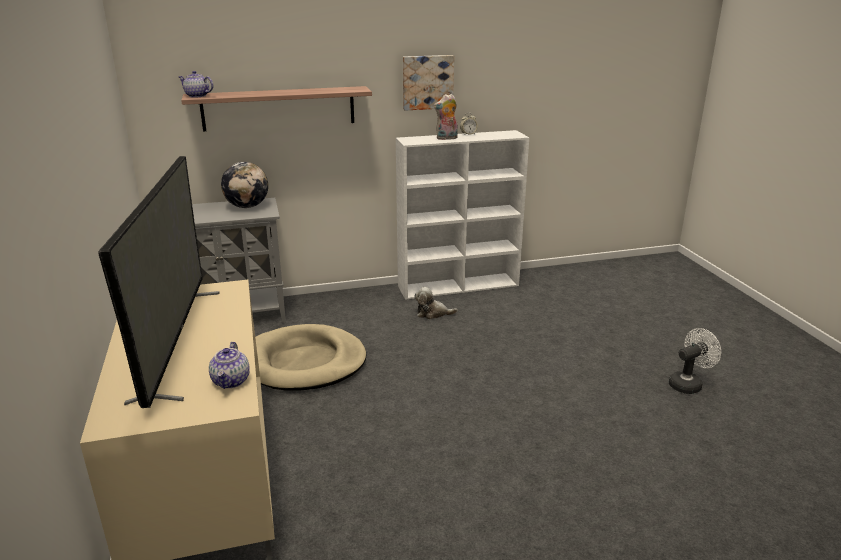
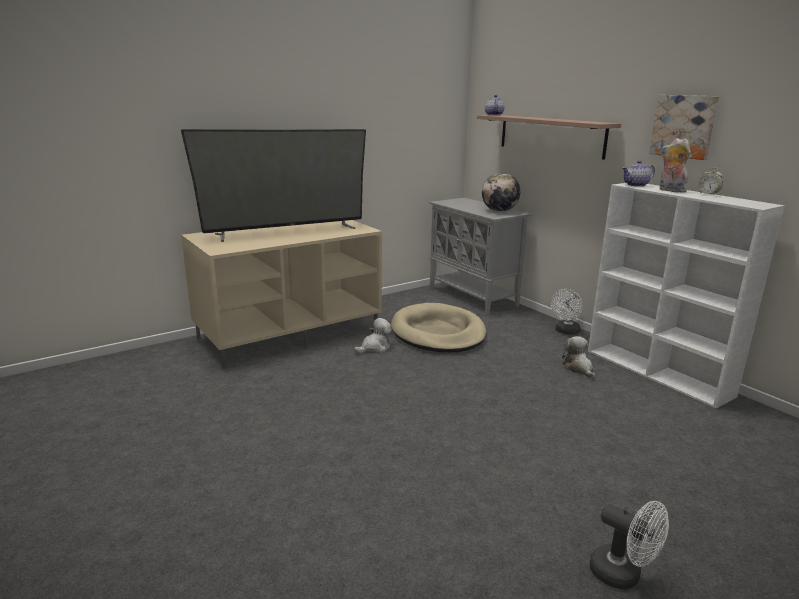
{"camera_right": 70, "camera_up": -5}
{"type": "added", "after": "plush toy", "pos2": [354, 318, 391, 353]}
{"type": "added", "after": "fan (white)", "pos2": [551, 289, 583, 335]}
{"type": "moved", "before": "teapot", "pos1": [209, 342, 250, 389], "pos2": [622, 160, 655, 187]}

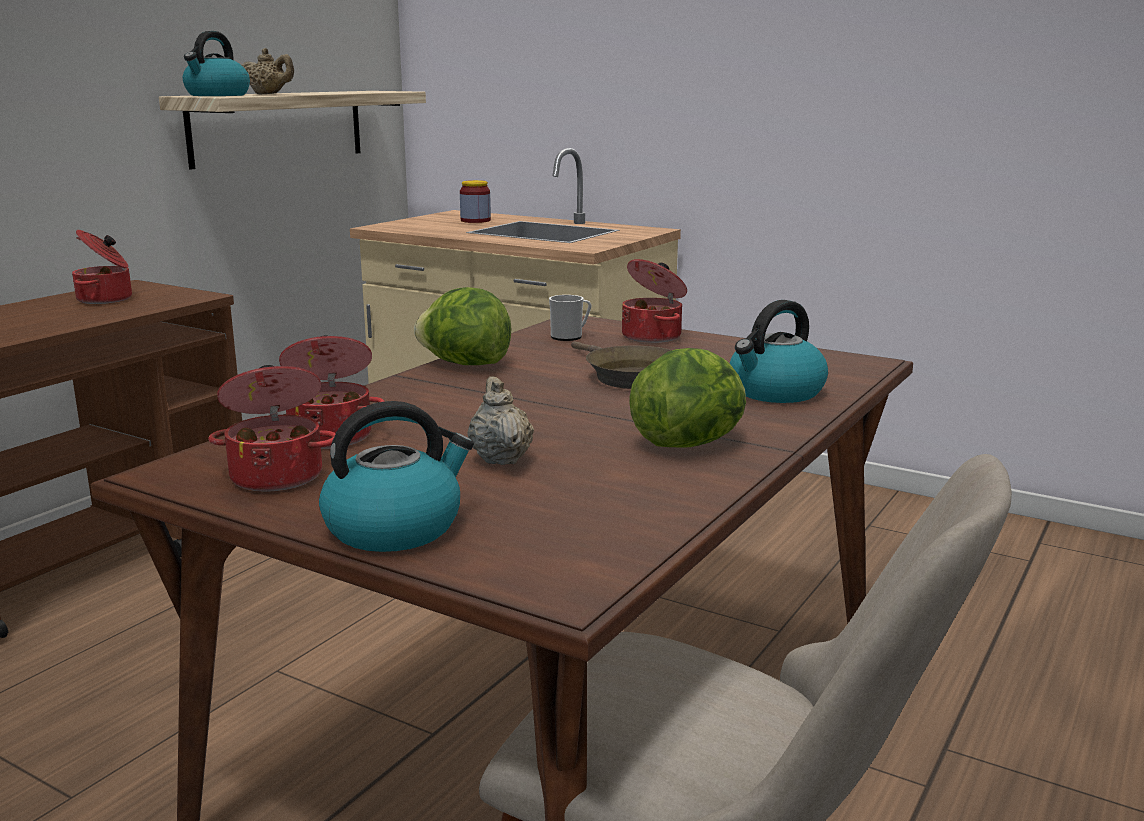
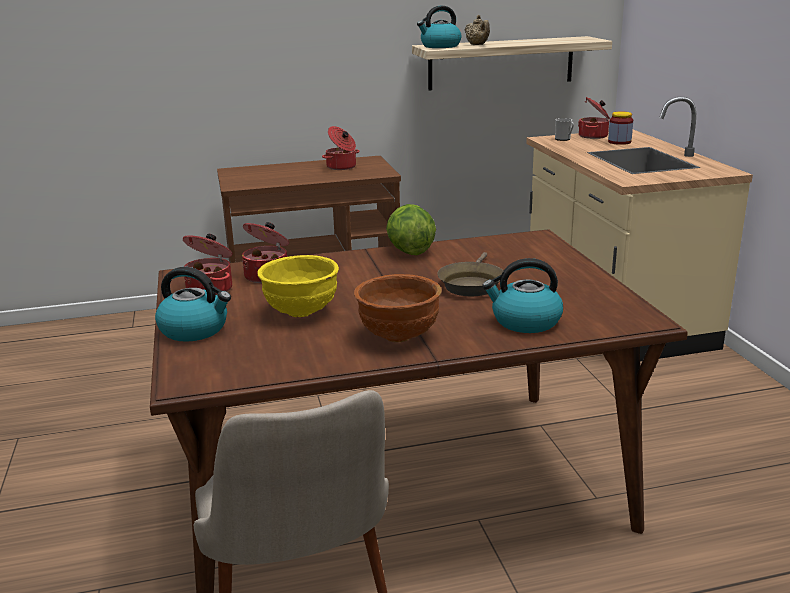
{"camera_right": 45, "camera_up": 5}
{"type": "moved", "before": "mug", "pos1": [549, 295, 591, 341], "pos2": [555, 118, 574, 141]}
{"type": "moved", "before": "cooking pot", "pos1": [622, 259, 687, 343], "pos2": [578, 97, 610, 139]}
{"type": "replaced", "before": "teapot (beige)", "after": "bowl (yellow)", "pos1": [467, 377, 534, 465], "pos2": [257, 255, 339, 317]}
{"type": "replaced", "before": "lettuce", "after": "bowl (brown)", "pos1": [629, 348, 746, 447], "pos2": [354, 274, 442, 342]}

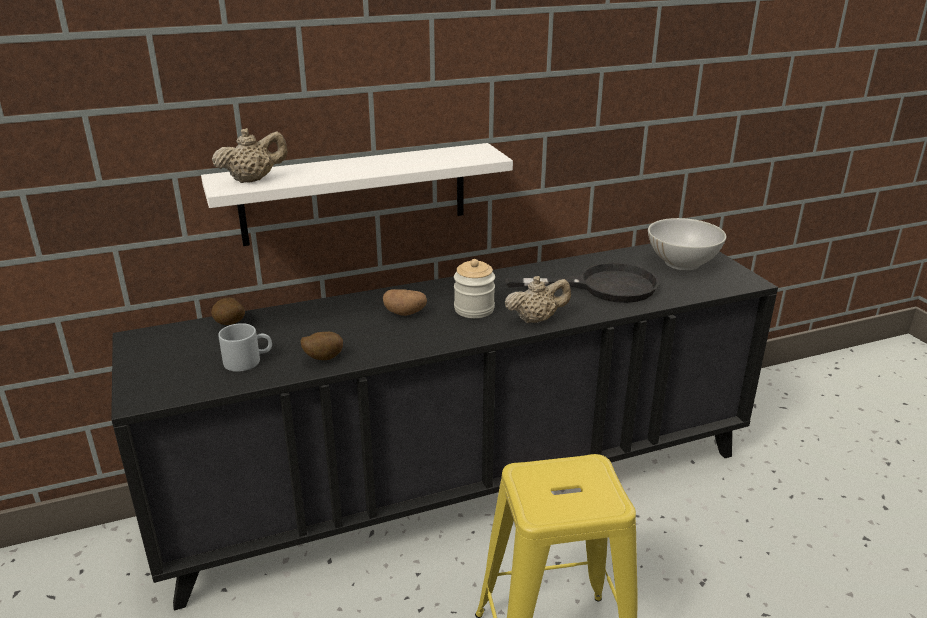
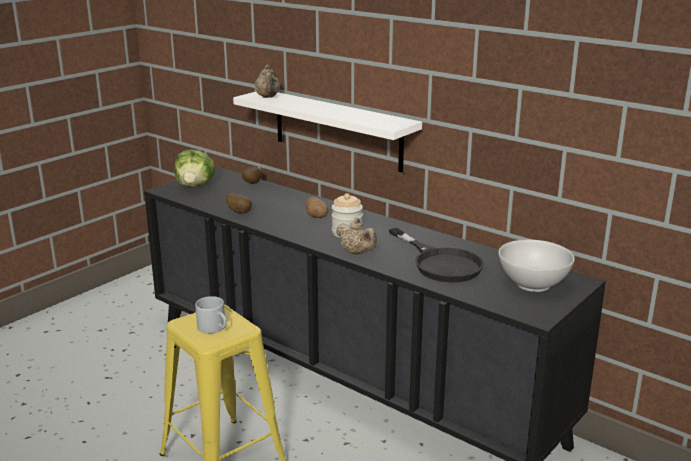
{"camera_right": 60, "camera_up": -5}
{"type": "added", "after": "lettuce", "pos2": [174, 149, 215, 188]}
{"type": "moved", "before": "mug (grey)", "pos1": [218, 323, 272, 372], "pos2": [195, 296, 227, 334]}
{"type": "turned", "before": "teapot (beige)", "pos1": [212, 128, 287, 183], "pos2": [254, 65, 280, 98], "turn": 45}

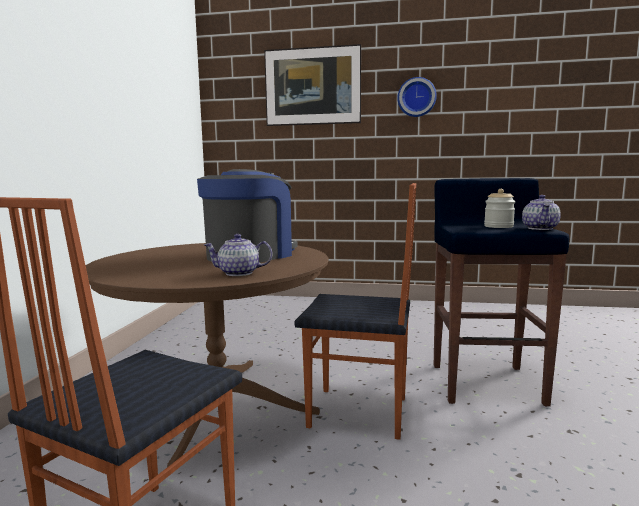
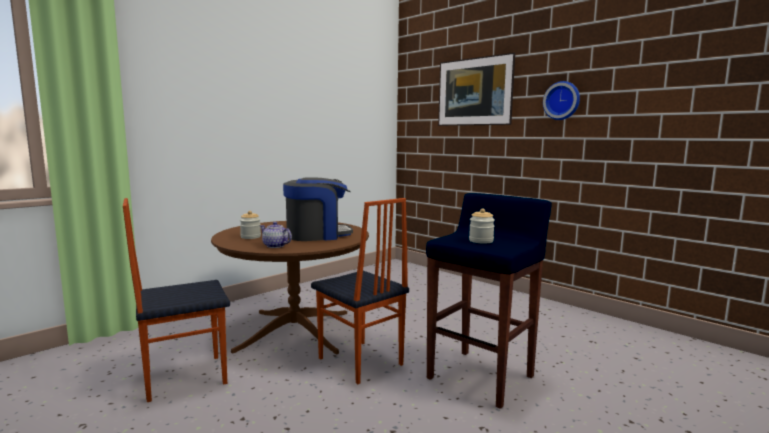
{"camera_right": 35, "camera_up": 0}
{"type": "removed", "before": "teapot", "pos1": [522, 195, 561, 230]}
{"type": "added", "after": "jar", "pos2": [240, 211, 261, 239]}

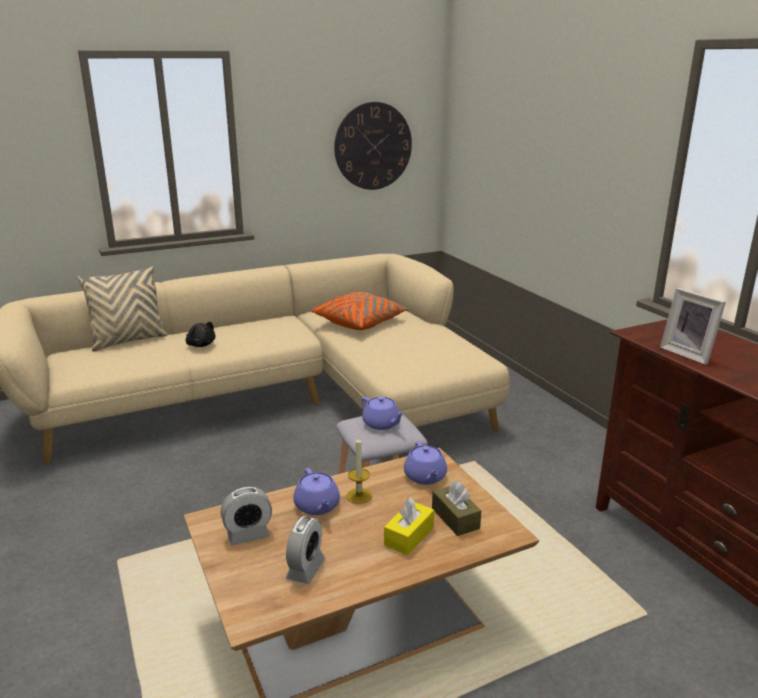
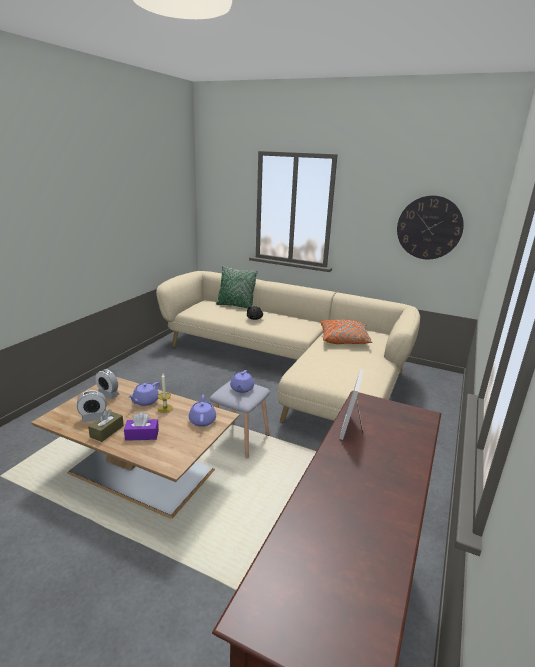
{"camera_right": 50, "camera_up": 0}
{"type": "moved", "before": "tissue box (brown)", "pos1": [432, 480, 481, 536], "pos2": [88, 409, 124, 442]}
{"type": "recoloured", "before": "pillow (beige)", "after": "pillow (green)", "pos1": [78, 266, 168, 352], "pos2": [216, 266, 258, 309]}
{"type": "recoloured", "before": "tissue box (yellow)", "after": "tissue box (purple)", "pos1": [384, 498, 434, 556], "pos2": [124, 412, 159, 441]}
{"type": "turned", "before": "teapot (purple)", "pos1": [404, 441, 447, 485], "pos2": [189, 394, 216, 427], "turn": 135}

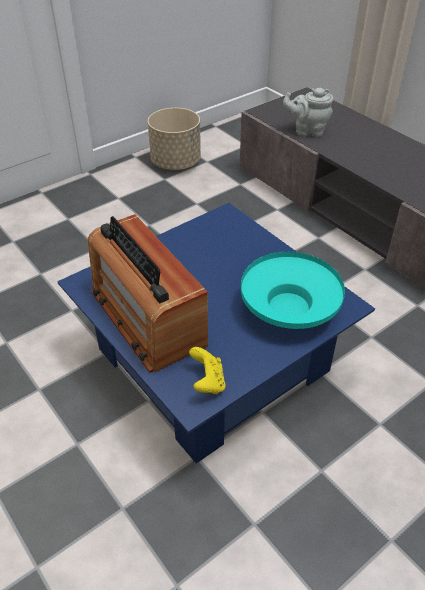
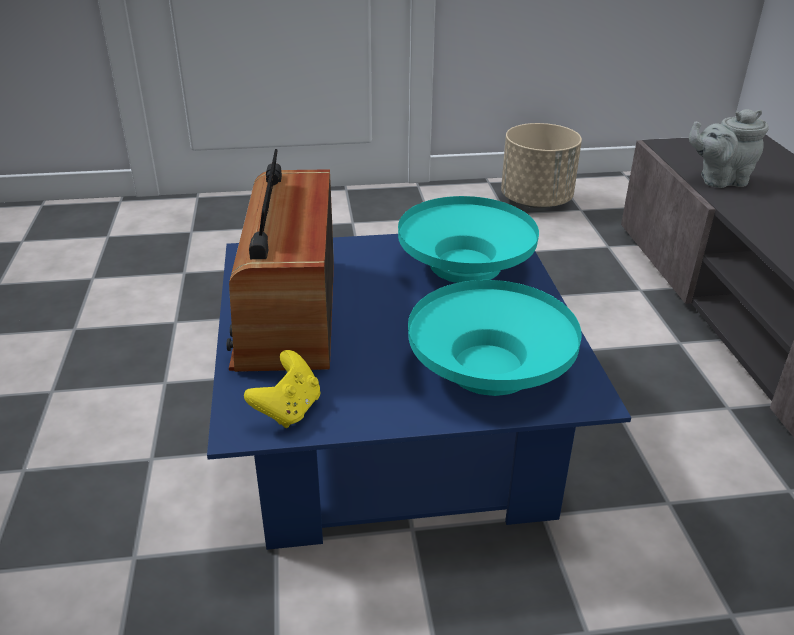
{"camera_right": 30, "camera_up": -10}
{"type": "added", "after": "bowl (turquoise)", "pos2": [398, 196, 539, 283]}
{"type": "turned", "before": "teapot (grey)", "pos1": [283, 88, 333, 137], "pos2": [689, 109, 769, 188], "turn": -45}

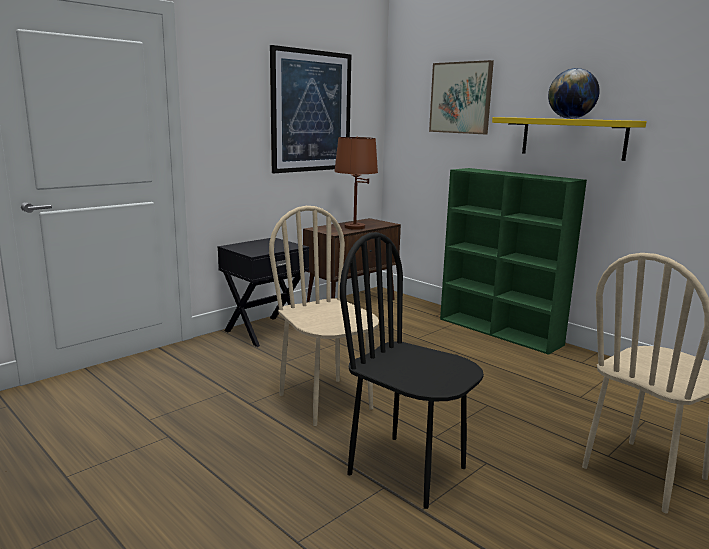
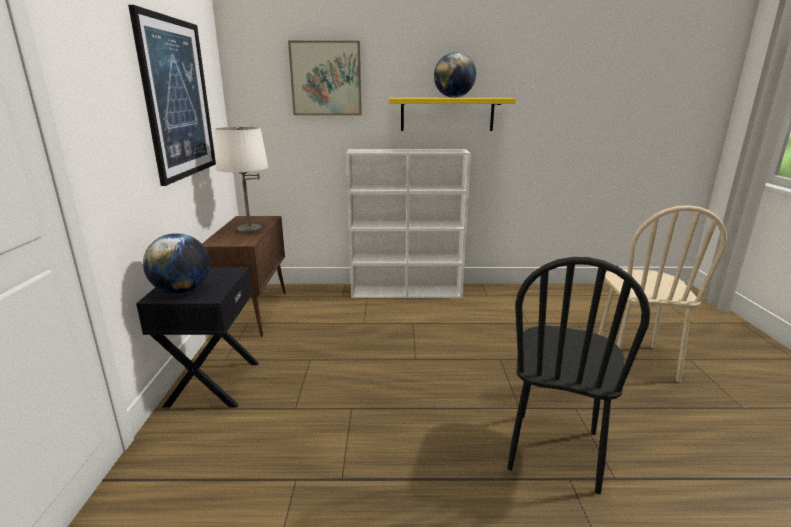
{"camera_right": -45, "camera_up": 5}
{"type": "removed", "before": "chair (beige)", "pos1": [269, 206, 379, 426]}
{"type": "added", "after": "globe", "pos2": [143, 233, 210, 294]}
{"type": "recoloured", "before": "table lamp (brown)", "after": "table lamp (white)", "pos1": [334, 137, 378, 230], "pos2": [215, 127, 268, 234]}
{"type": "recoloured", "before": "bookcase (green)", "after": "bookcase (white)", "pos1": [440, 168, 587, 355], "pos2": [346, 149, 471, 298]}
{"type": "turned", "before": "chair (black)", "pos1": [340, 232, 484, 509], "pos2": [507, 257, 650, 494], "turn": -60}

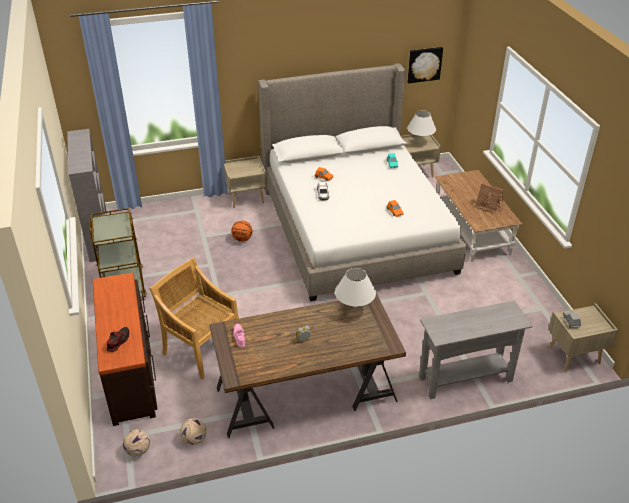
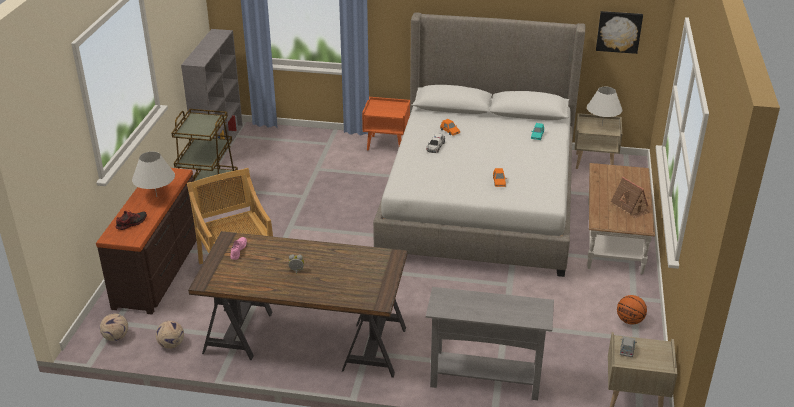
{"camera_right": 25, "camera_up": -5}
{"type": "moved", "before": "basketball", "pos1": [231, 220, 252, 242], "pos2": [617, 295, 647, 325]}
{"type": "moved", "before": "table lamp (white)", "pos1": [335, 268, 376, 309], "pos2": [132, 151, 175, 197]}
{"type": "recoloured", "before": "nightstand (beige)", "after": "nightstand (orange)", "pos1": [224, 156, 267, 208], "pos2": [362, 97, 410, 150]}

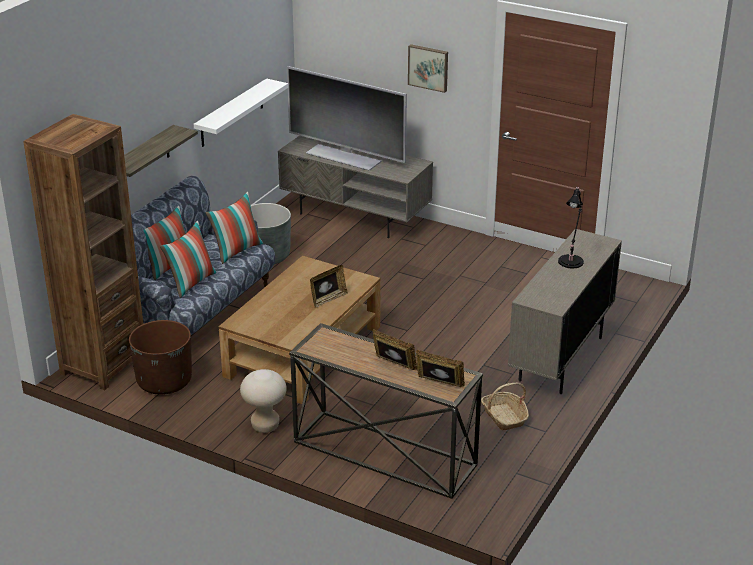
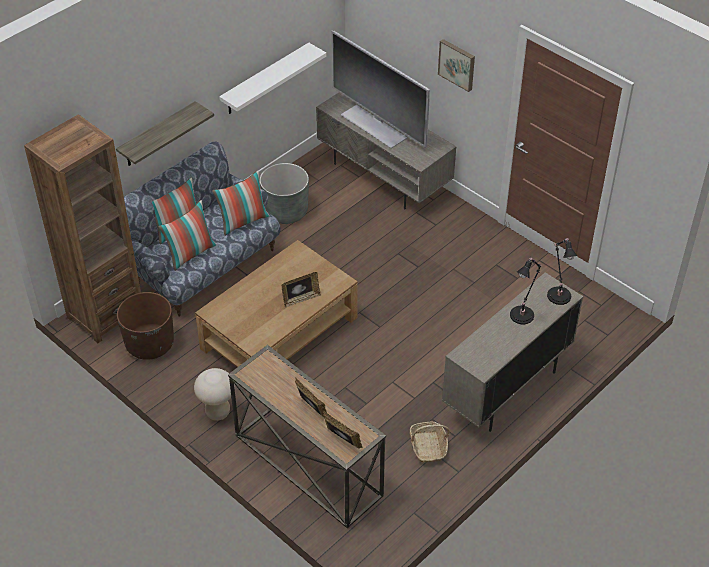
{"camera_right": 15, "camera_up": 15}
{"type": "added", "after": "table lamp (black)", "pos2": [547, 238, 577, 305]}

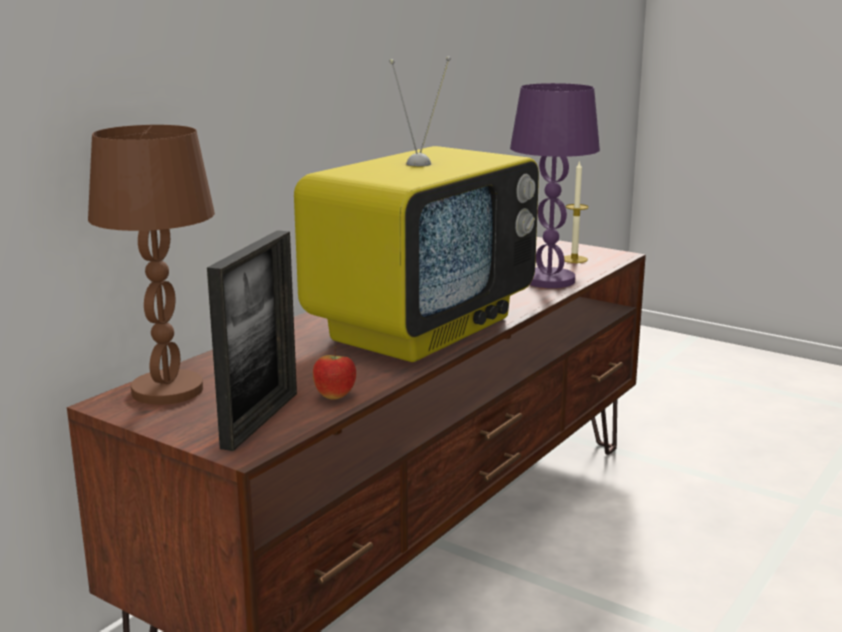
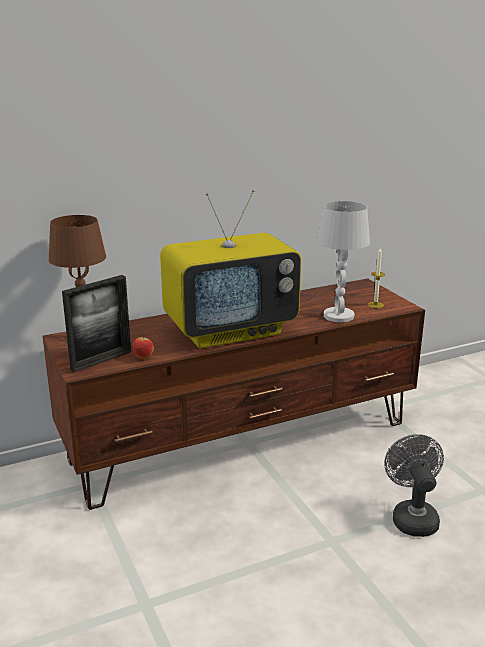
{"camera_right": 30, "camera_up": 5}
{"type": "added", "after": "fan (grey)", "pos2": [384, 434, 444, 537]}
{"type": "recoloured", "before": "table lamp (purple)", "after": "table lamp (white)", "pos1": [510, 83, 600, 288], "pos2": [317, 201, 370, 322]}

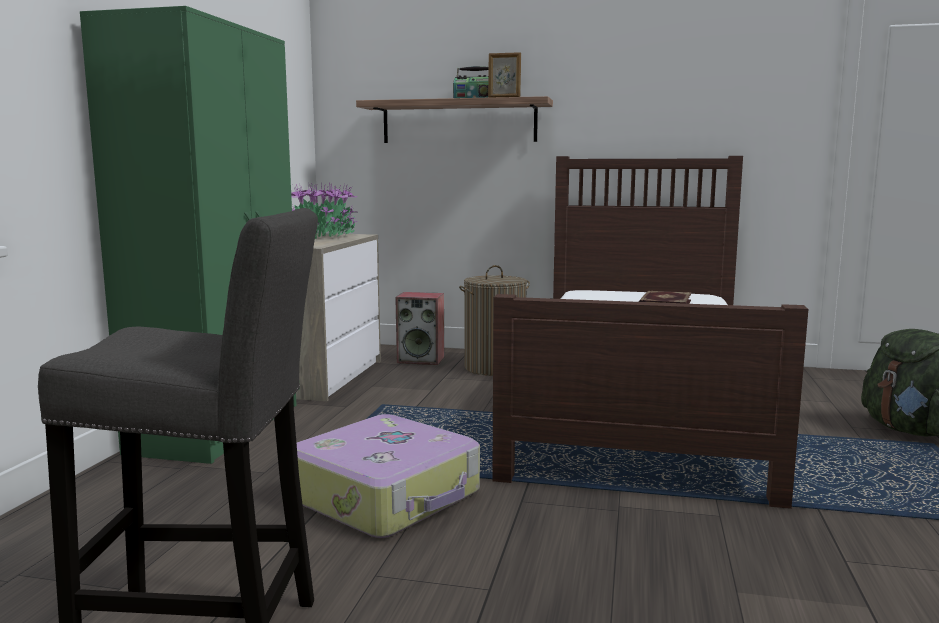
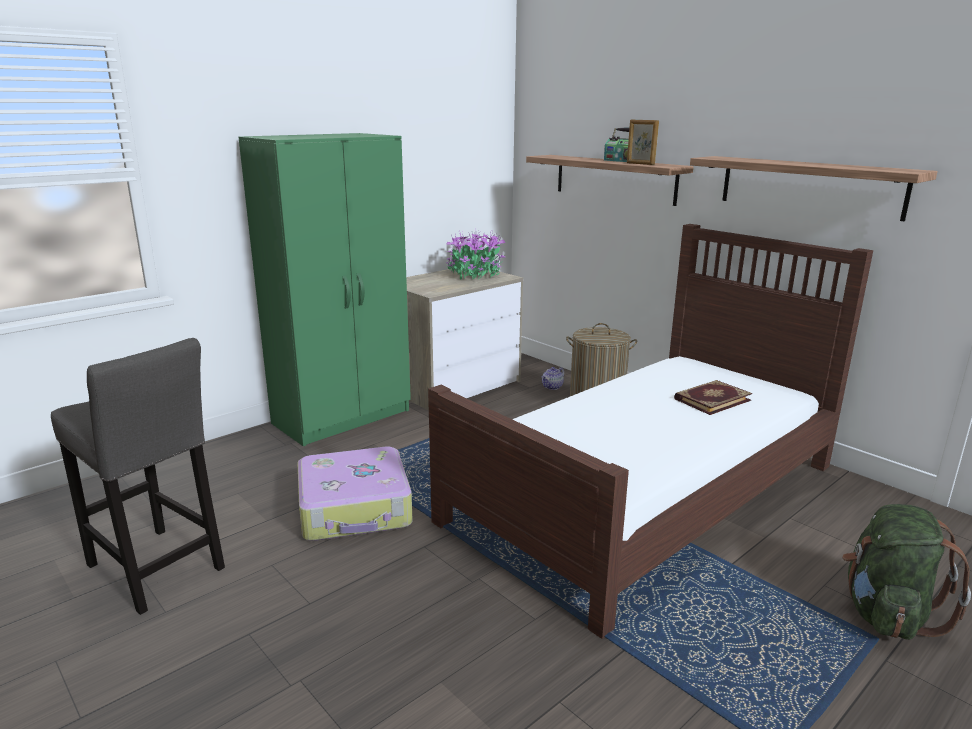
{"camera_right": 35, "camera_up": 10}
{"type": "added", "after": "shelf", "pos2": [690, 156, 938, 221]}
{"type": "replaced", "before": "speaker", "after": "teapot", "pos1": [395, 292, 444, 365], "pos2": [541, 367, 564, 390]}

